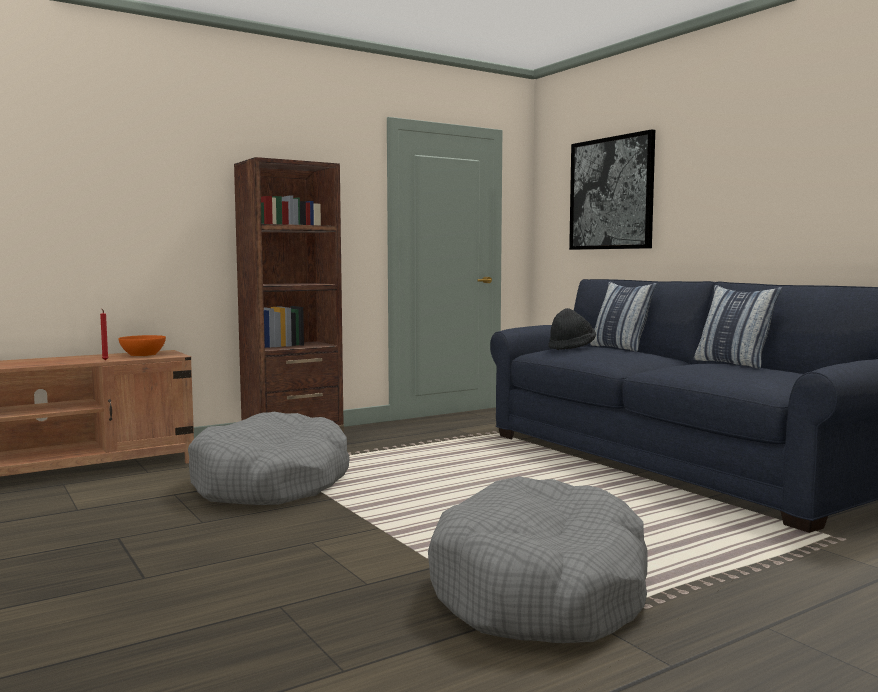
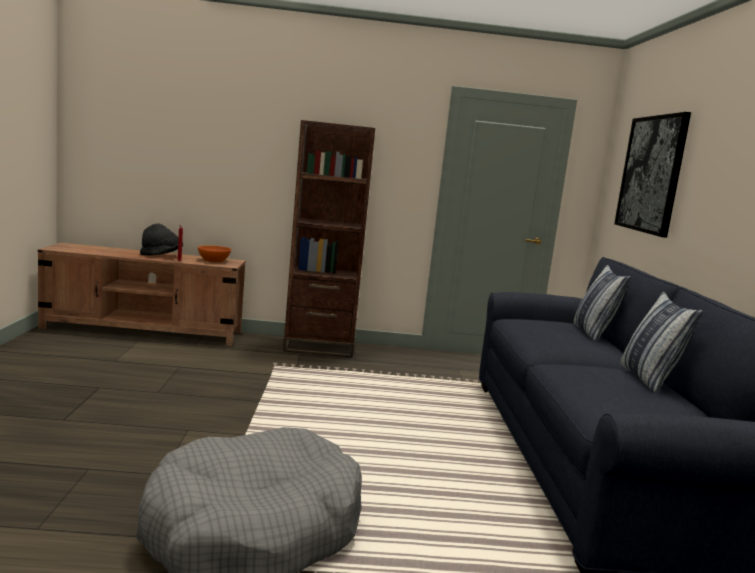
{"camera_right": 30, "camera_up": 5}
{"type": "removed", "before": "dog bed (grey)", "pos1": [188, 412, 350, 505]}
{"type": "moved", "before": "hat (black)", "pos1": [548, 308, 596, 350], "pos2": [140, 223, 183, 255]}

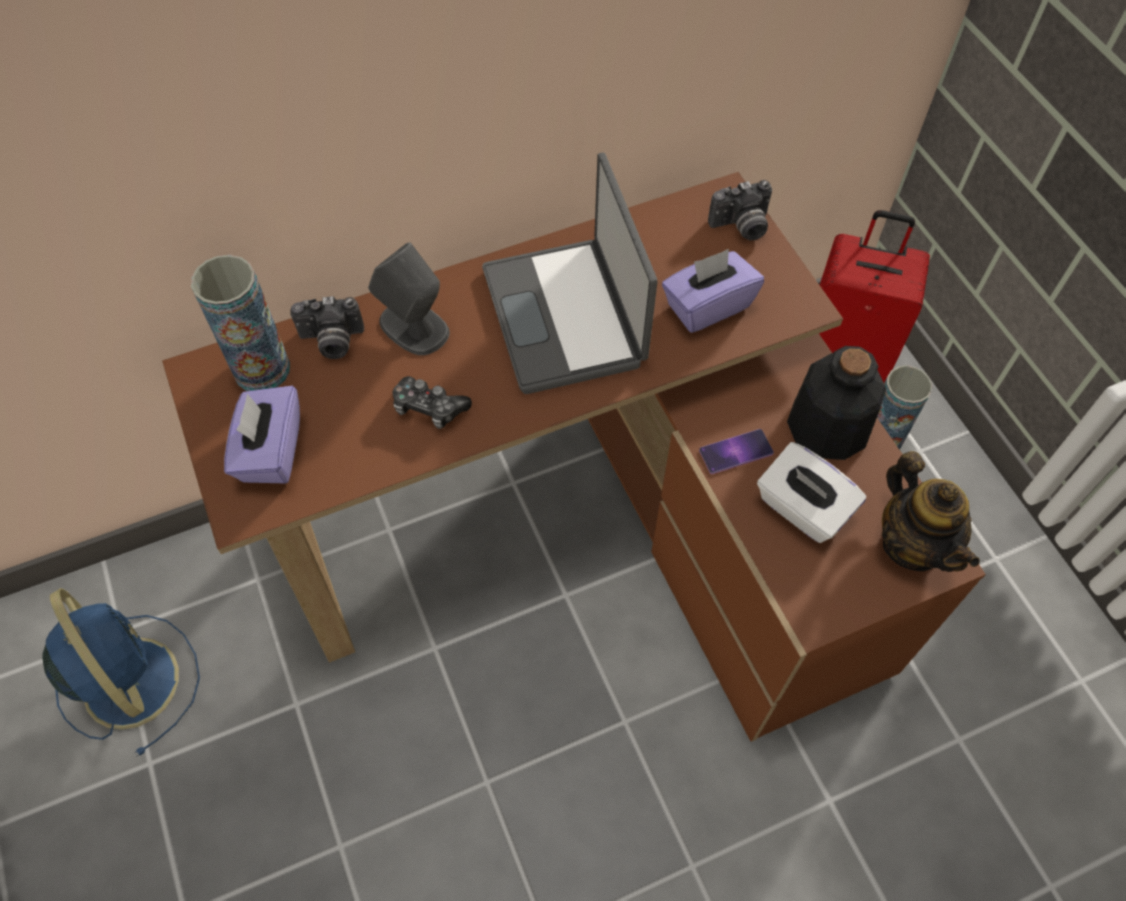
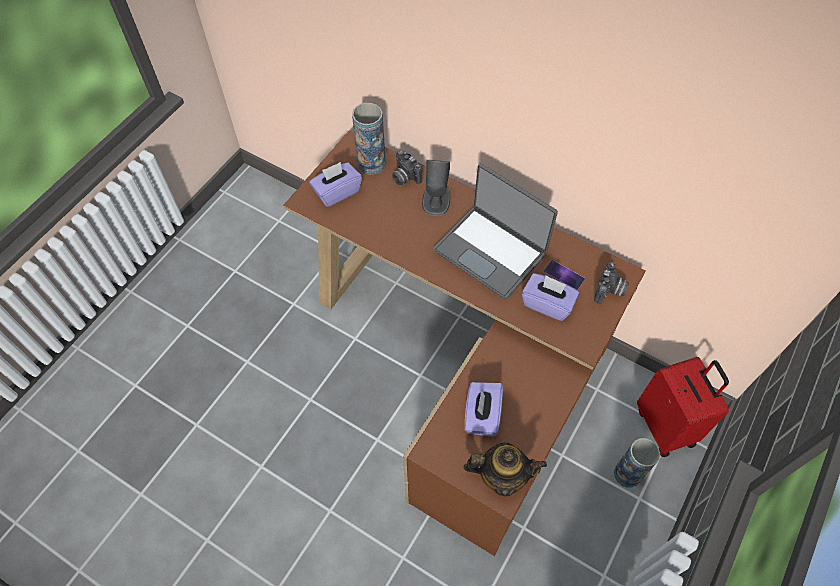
{"camera_right": 55, "camera_up": 0}
{"type": "removed", "before": "fan (blue)", "pos1": [42, 588, 200, 757]}
{"type": "removed", "before": "game controller", "pos1": [392, 376, 472, 429]}
{"type": "removed", "before": "bottle", "pos1": [787, 346, 886, 460]}
{"type": "moved", "before": "phone", "pos1": [699, 429, 774, 474], "pos2": [543, 260, 585, 290]}
{"type": "recoloured", "before": "tissue box (white)", "after": "tissue box (purple)", "pos1": [757, 442, 866, 543], "pos2": [465, 382, 503, 437]}
{"type": "turned", "before": "laptop", "pos1": [482, 152, 657, 394], "pos2": [433, 163, 558, 299], "turn": -90}
{"type": "turned", "before": "photo camera", "pos1": [708, 180, 772, 240], "pos2": [594, 262, 629, 304], "turn": -105}
{"type": "turned", "before": "teapot", "pos1": [882, 451, 980, 572], "pos2": [463, 442, 547, 497], "turn": -120}

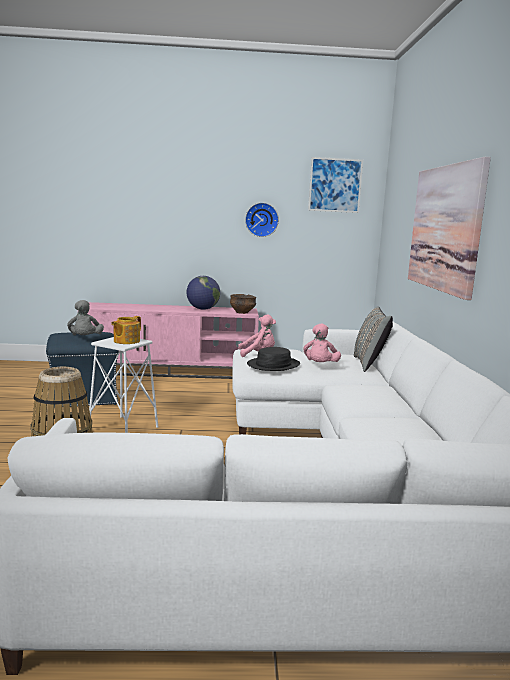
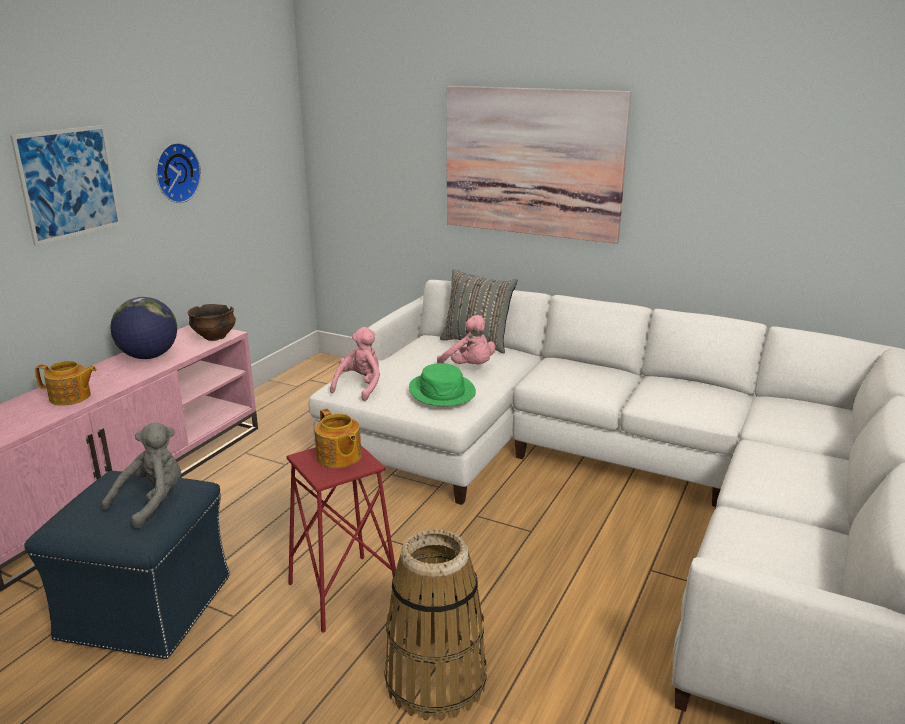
{"camera_right": -60, "camera_up": 10}
{"type": "added", "after": "teapot", "pos2": [35, 361, 97, 406]}
{"type": "moved", "before": "picture", "pos1": [308, 157, 363, 213], "pos2": [10, 125, 122, 246]}
{"type": "recoloured", "before": "stool (white)", "after": "stool (red)", "pos1": [89, 337, 159, 433], "pos2": [287, 445, 396, 633]}
{"type": "recoloured", "before": "hat (black)", "after": "hat (green)", "pos1": [247, 347, 300, 371], "pos2": [409, 363, 476, 406]}
{"type": "turned", "before": "plush toy (grey)", "pos1": [67, 300, 104, 336], "pos2": [102, 422, 181, 529], "turn": -75}

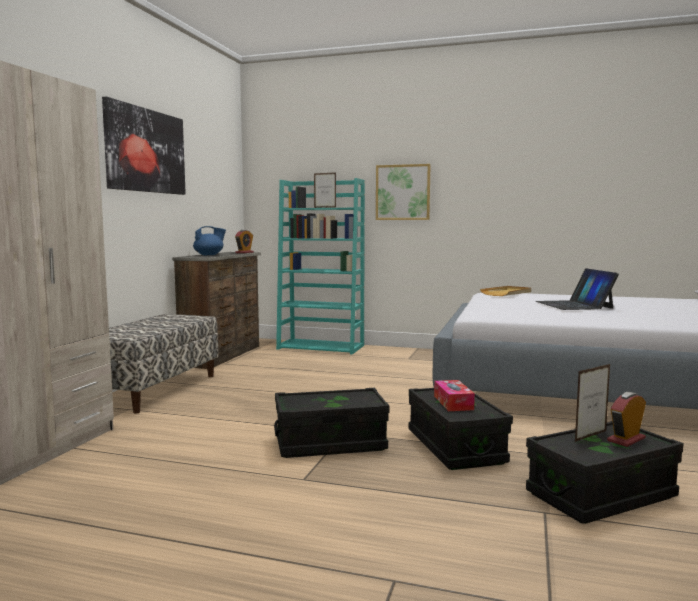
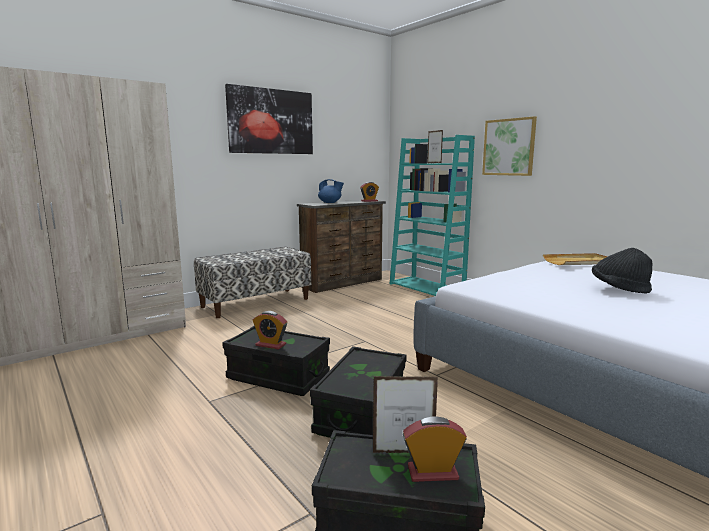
{"camera_right": 35, "camera_up": 5}
{"type": "removed", "before": "tissue box", "pos1": [434, 380, 475, 411]}
{"type": "added", "after": "alarm clock", "pos2": [253, 311, 287, 349]}
{"type": "replaced", "before": "laptop", "after": "hat (black)", "pos1": [536, 268, 619, 310], "pos2": [592, 248, 652, 294]}

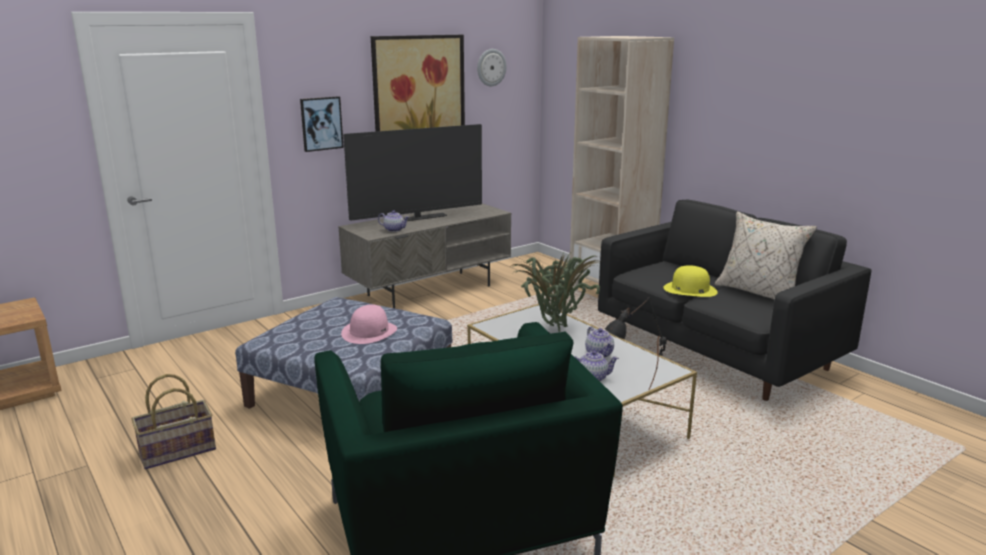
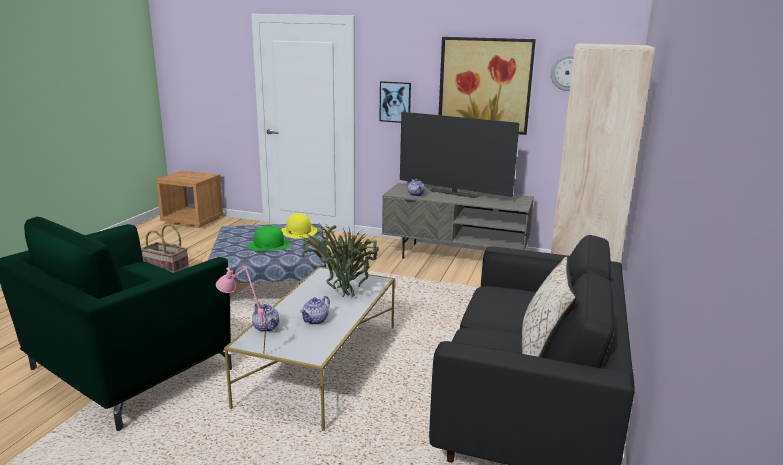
{"camera_right": 55, "camera_up": 0}
{"type": "moved", "before": "hat (yellow)", "pos1": [664, 265, 718, 297], "pos2": [281, 213, 317, 239]}
{"type": "recoloured", "before": "hat (pink)", "after": "hat (green)", "pos1": [341, 304, 397, 344], "pos2": [248, 226, 291, 251]}
{"type": "recoloured", "before": "table lamp (black)", "after": "table lamp (pink)", "pos1": [604, 297, 667, 390], "pos2": [216, 266, 266, 354]}

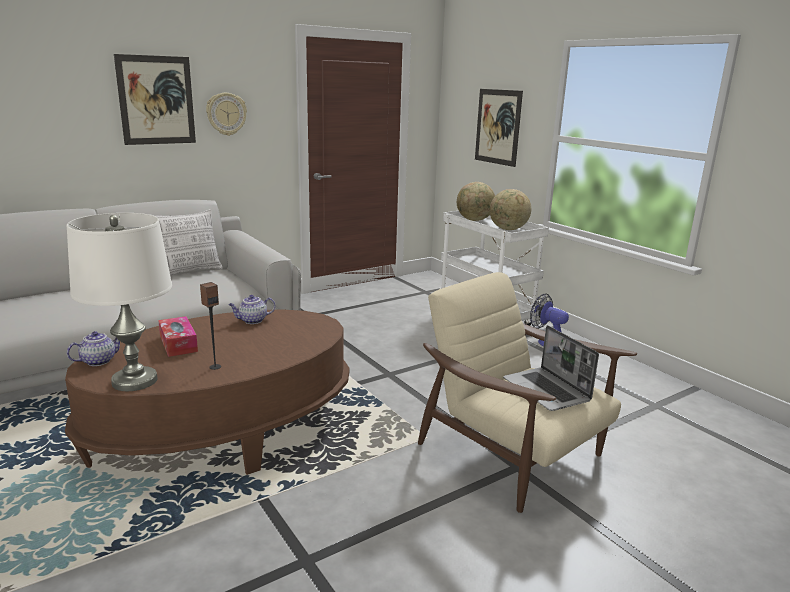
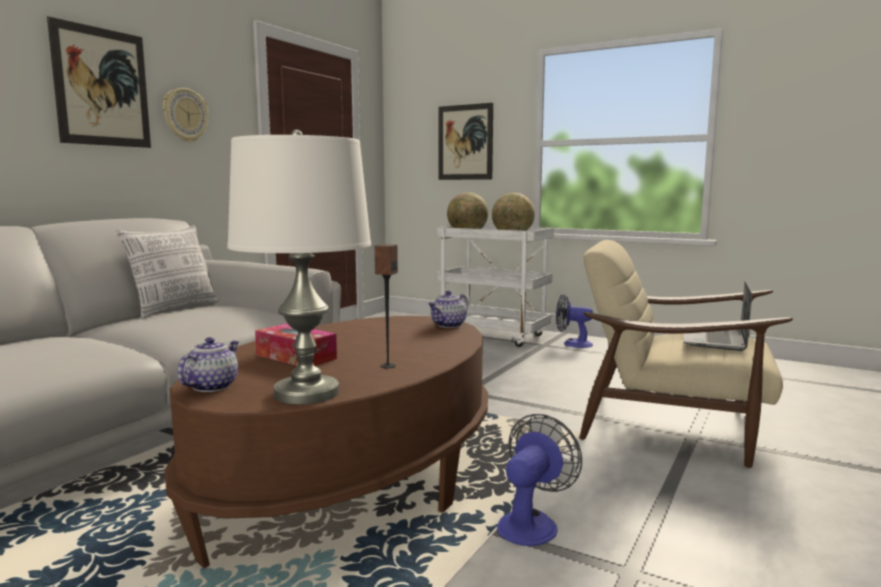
{"camera_right": -25, "camera_up": -10}
{"type": "added", "after": "fan", "pos2": [497, 414, 582, 546]}
{"type": "moved", "before": "teapot", "pos1": [229, 295, 276, 324], "pos2": [428, 291, 468, 328]}
{"type": "turned", "before": "laptop", "pos1": [503, 325, 599, 411], "pos2": [684, 280, 752, 351], "turn": 75}

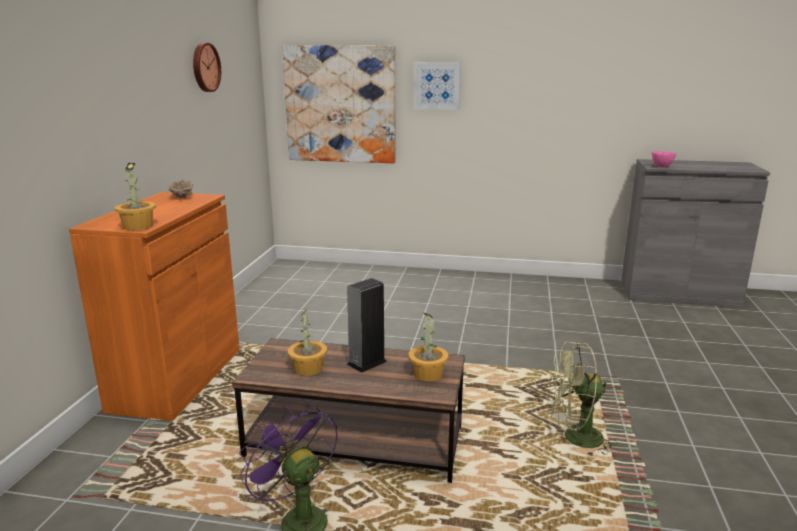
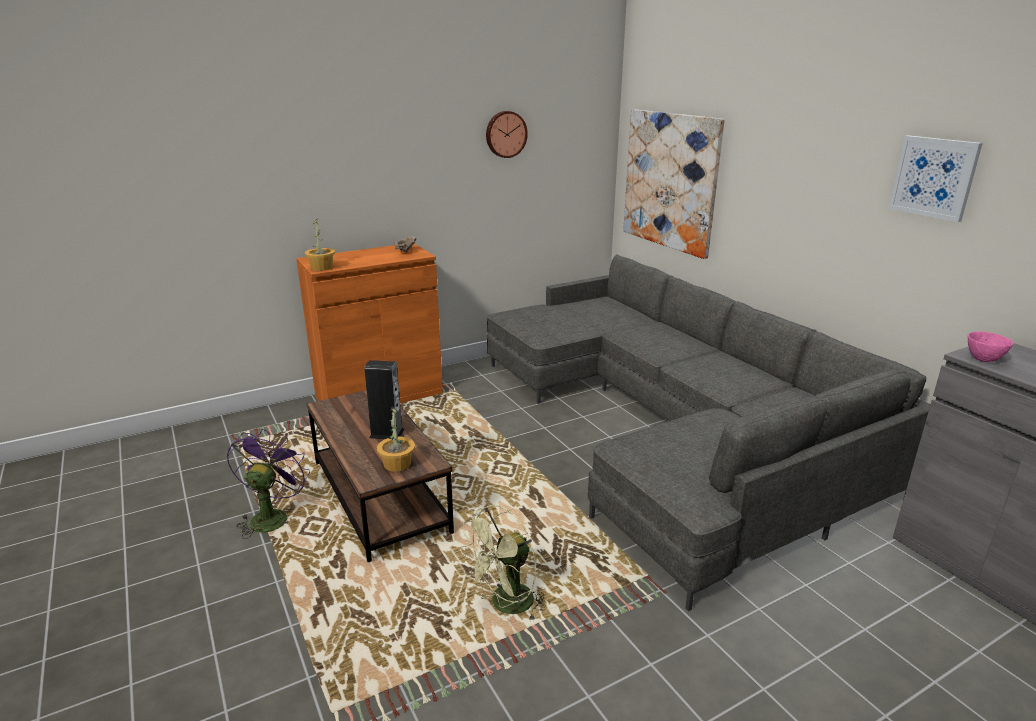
{"camera_right": 50, "camera_up": 5}
{"type": "removed", "before": "potted plant", "pos1": [288, 309, 327, 376]}
{"type": "added", "after": "sofa (grey)", "pos2": [487, 254, 930, 611]}
{"type": "moved", "before": "picture", "pos1": [415, 62, 461, 110], "pos2": [888, 136, 983, 222]}
{"type": "turned", "before": "fan (green)", "pos1": [547, 342, 618, 456], "pos2": [459, 505, 545, 622], "turn": -90}

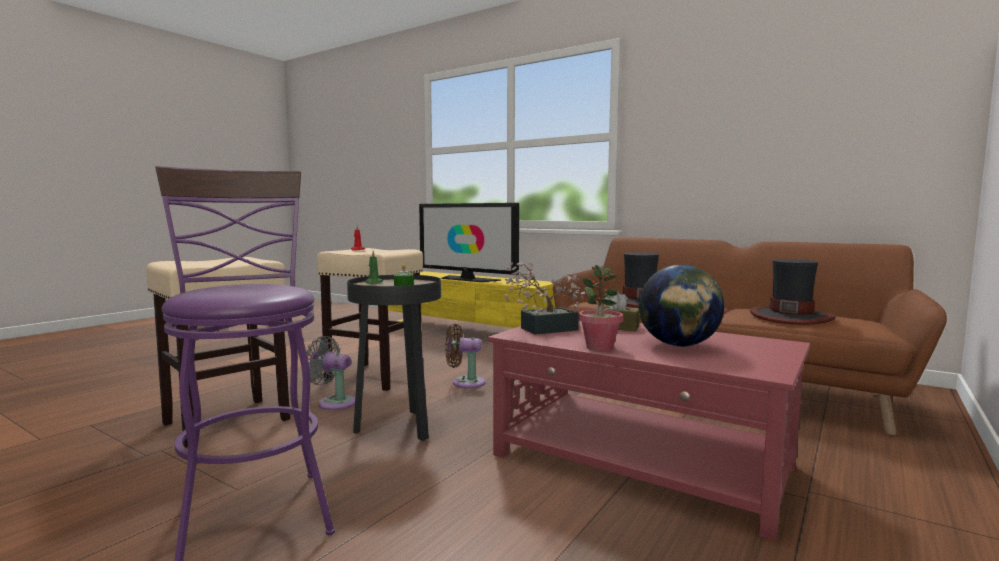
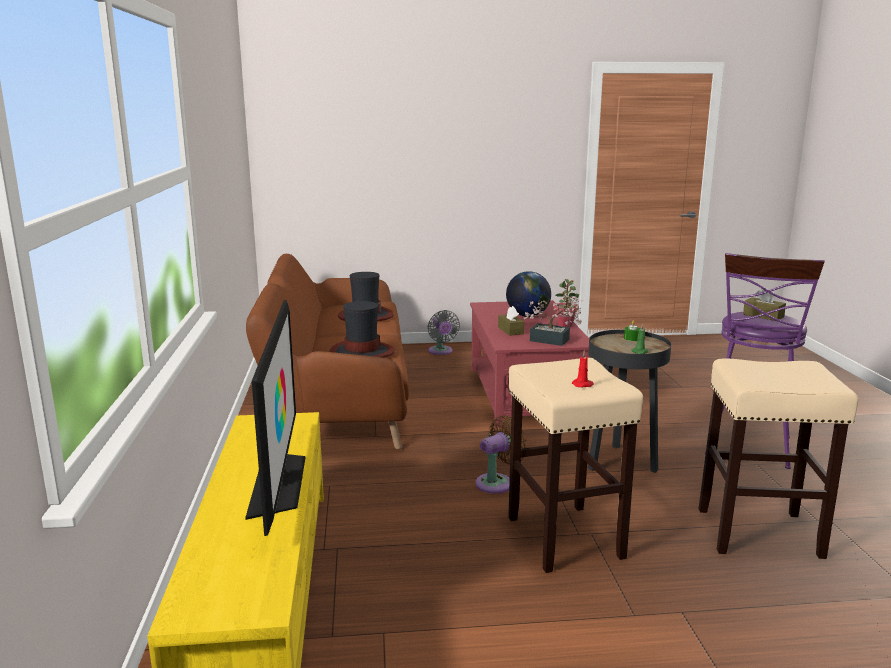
{"camera_right": -130, "camera_up": 10}
{"type": "added", "after": "tissue box (brown)", "pos2": [743, 288, 786, 321]}
{"type": "moved", "before": "fan (grey)", "pos1": [306, 336, 355, 410], "pos2": [428, 310, 460, 355]}
{"type": "turned", "before": "fan (brown)", "pos1": [445, 323, 485, 389], "pos2": [475, 415, 527, 494], "turn": -90}

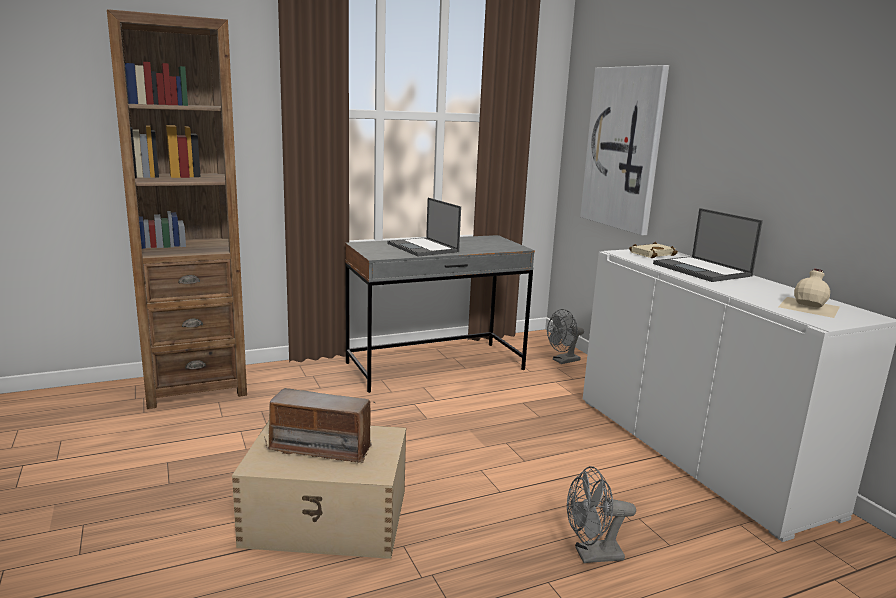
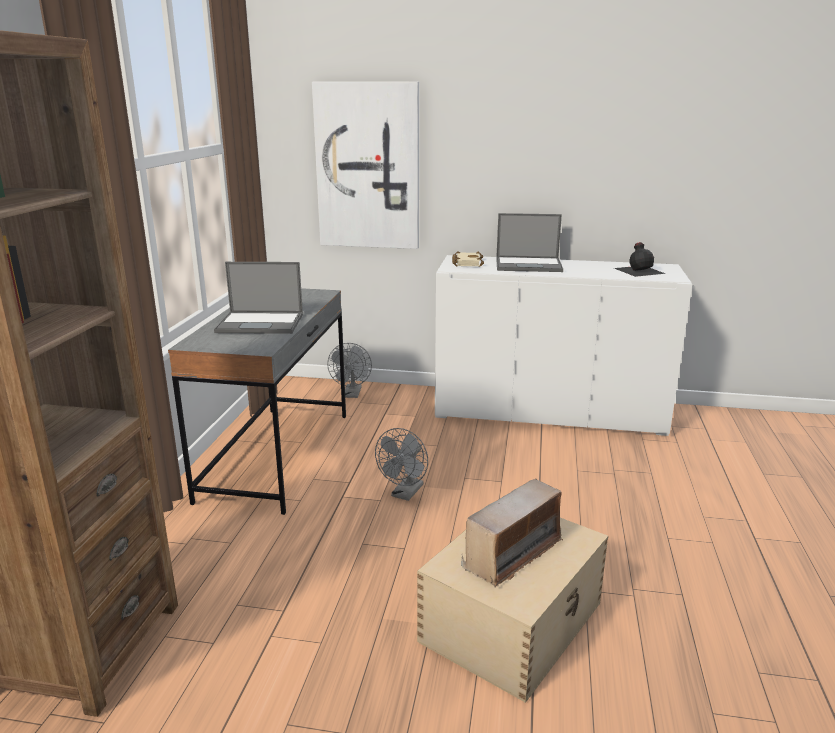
{"camera_right": -55, "camera_up": 5}
{"type": "moved", "before": "fan (grey)", "pos1": [567, 466, 636, 563], "pos2": [375, 428, 428, 501]}
{"type": "recoloured", "before": "bottle (beige)", "after": "bottle (black)", "pos1": [778, 269, 840, 318], "pos2": [614, 242, 666, 277]}

